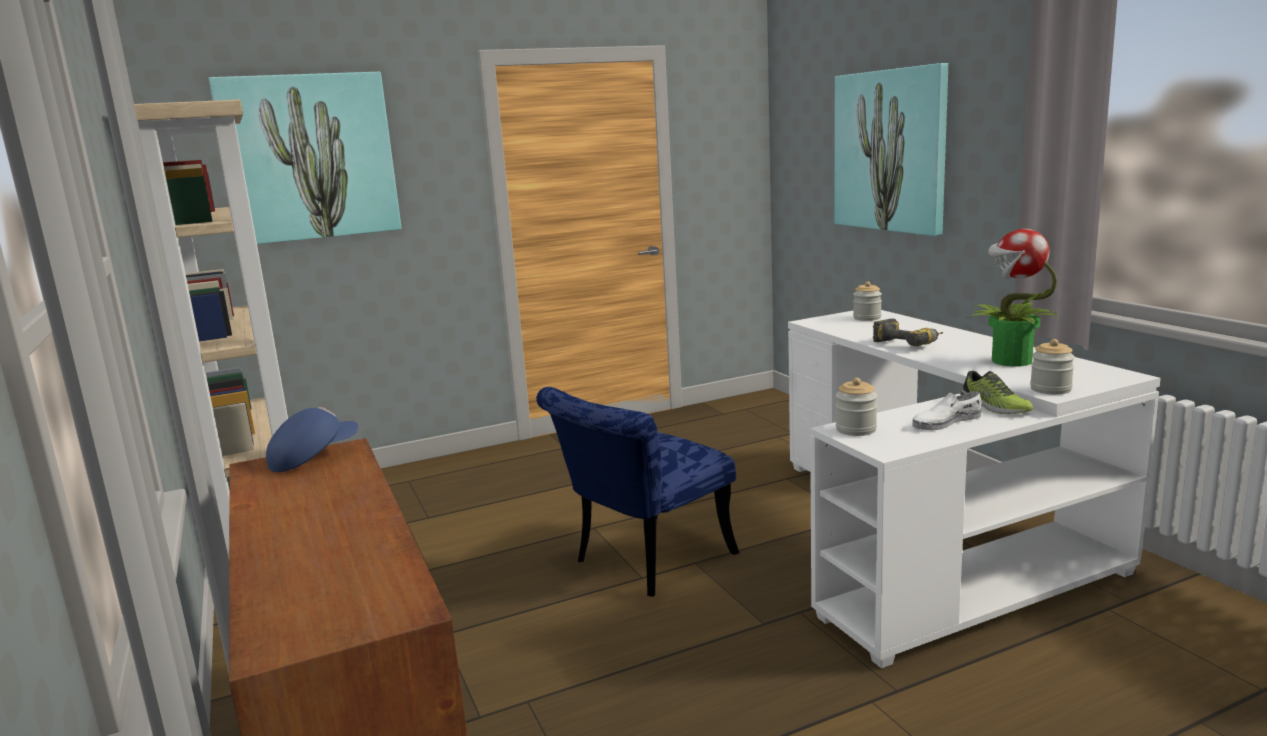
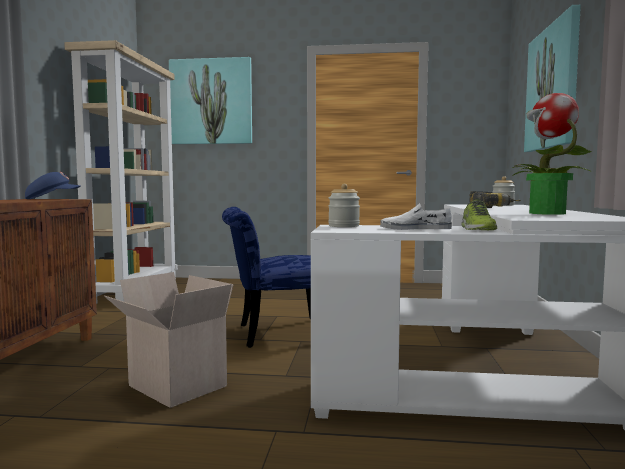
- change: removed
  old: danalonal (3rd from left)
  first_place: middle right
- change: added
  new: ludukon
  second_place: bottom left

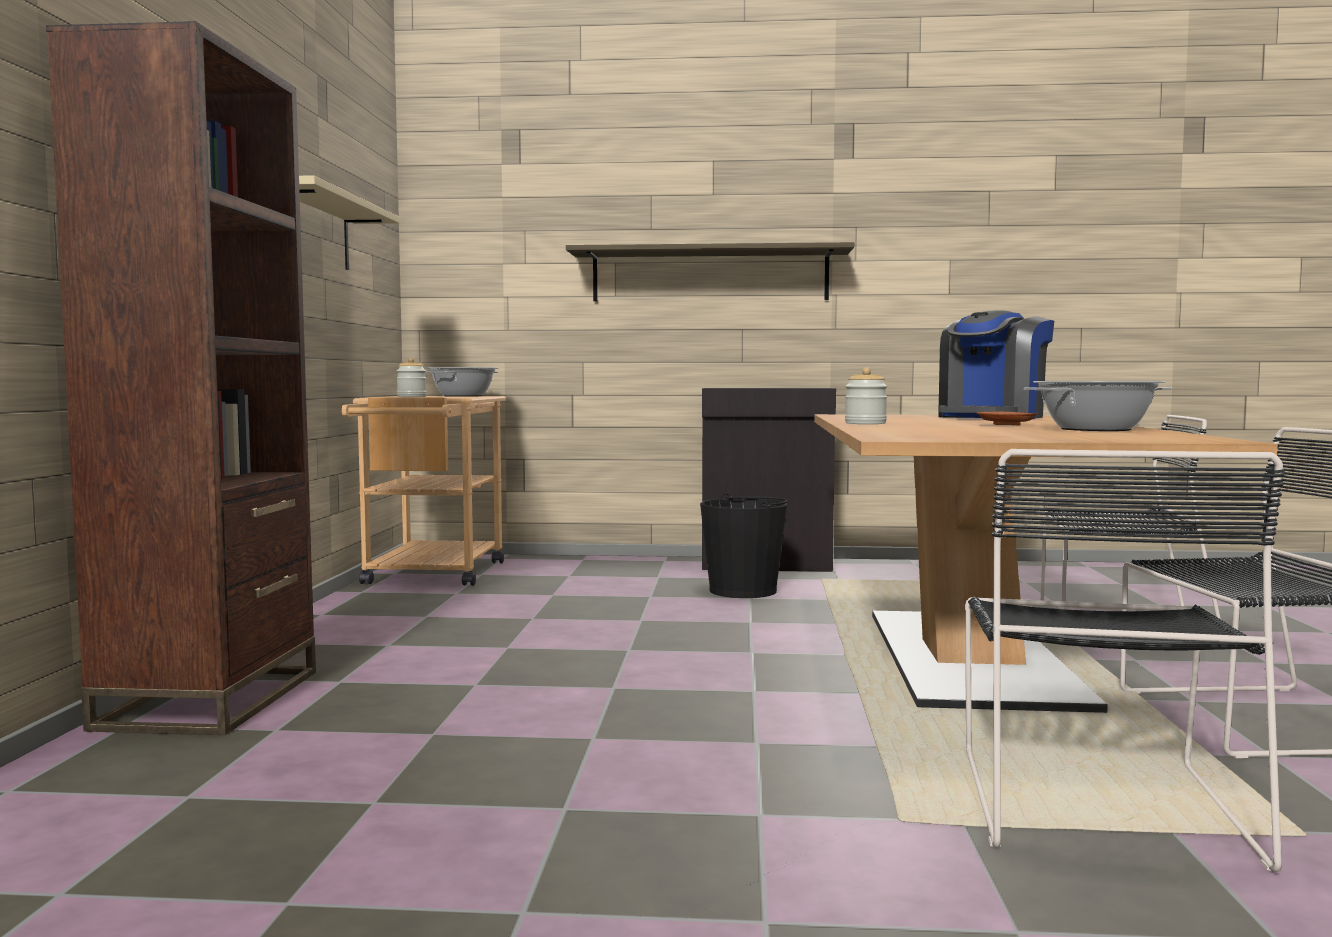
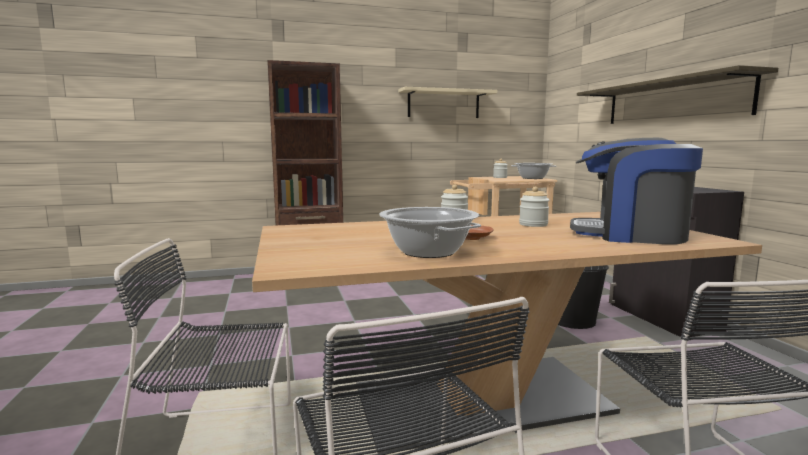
- change: added
  new: danalonal (3rd from left)
  second_place: centre

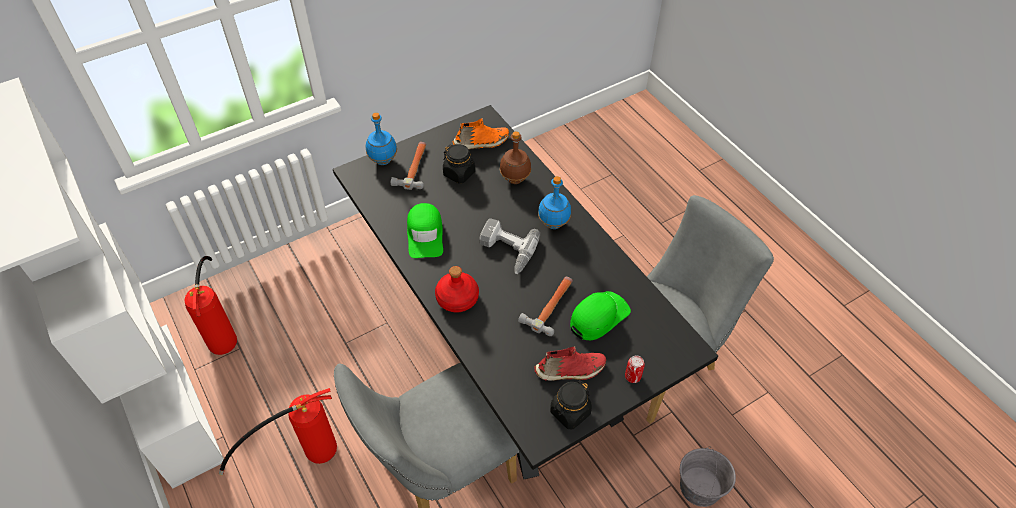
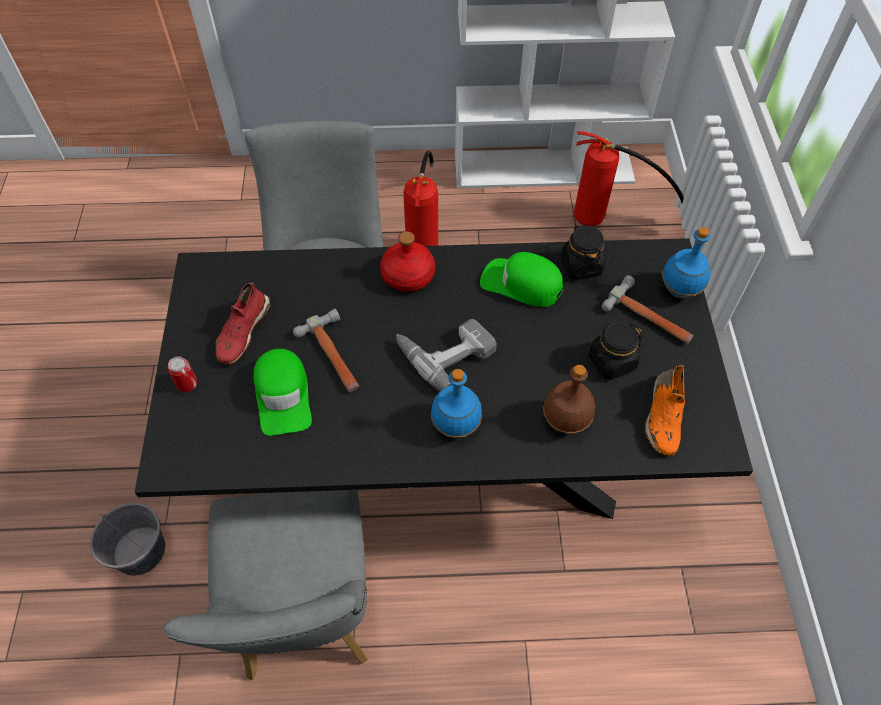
- change: moved
  old: black_danalonal (2nd from left in the first image)
  new: black_danalonal (1st from left)
  first_place: bottom centre
  second_place: centre

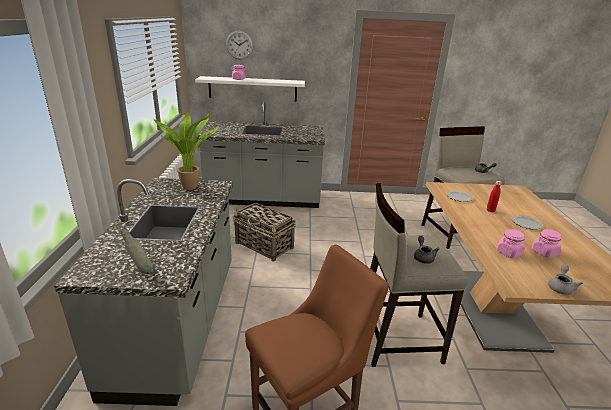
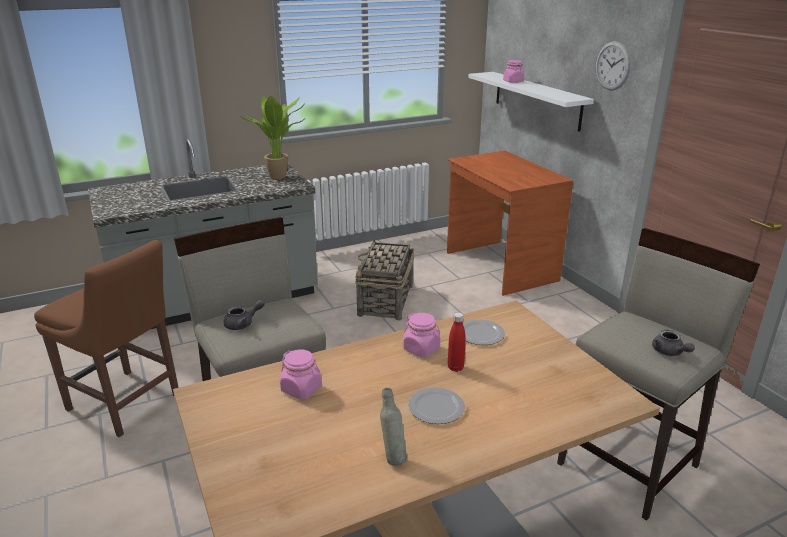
- change: moved
  old: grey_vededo
  first_place: middle left
  second_place: bottom centre
- change: replaced
  old: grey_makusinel (2nd from left)
  new: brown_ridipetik
  first_place: centre
  second_place: centre
- change: moved
  old: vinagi
  first_place: top centre
  second_place: top right
- change: moved
  old: pink_danalonal (3rd from left in the first image)
  new: pink_danalonal (2nd from left)
  first_place: middle right
  second_place: centre
- change: removed
  old: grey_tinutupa (3rd from left)
  first_place: bottom right

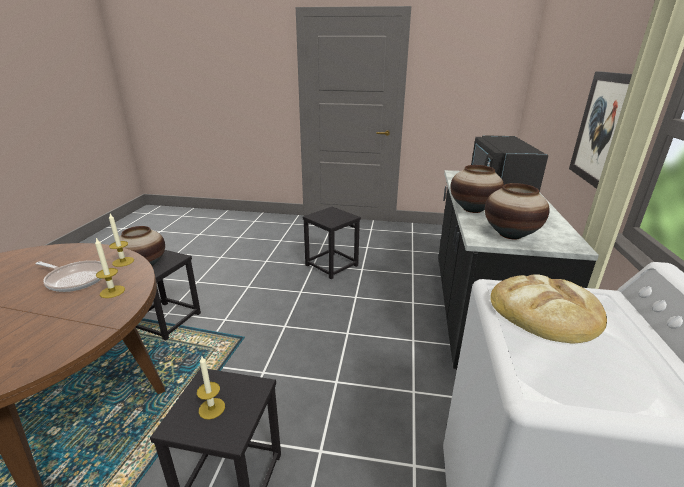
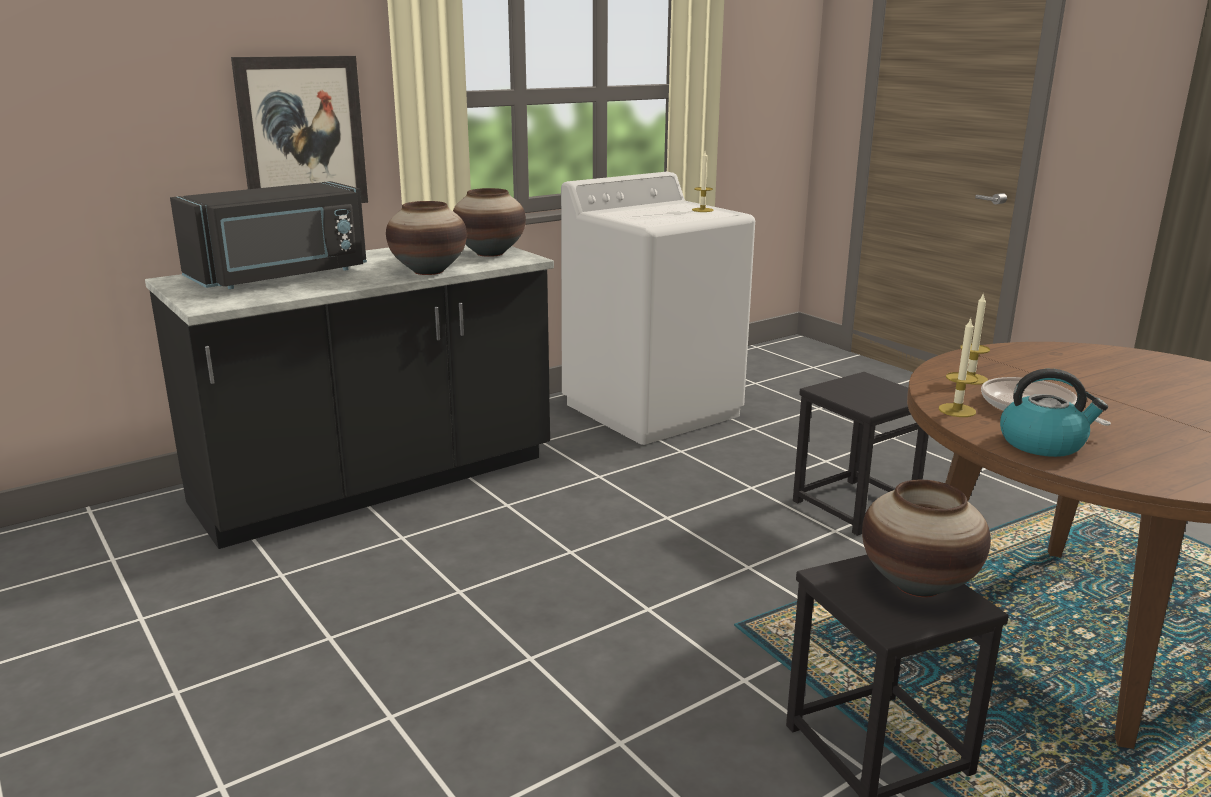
- change: moved
  old: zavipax (3rd from left in the first image)
  new: zavipax (1st from left)
  first_place: bottom left
  second_place: top centre
- change: removed
  old: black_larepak (3rd from left)
  first_place: centre
- change: removed
  old: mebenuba
  first_place: middle right
- change: added
  new: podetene
  second_place: middle right

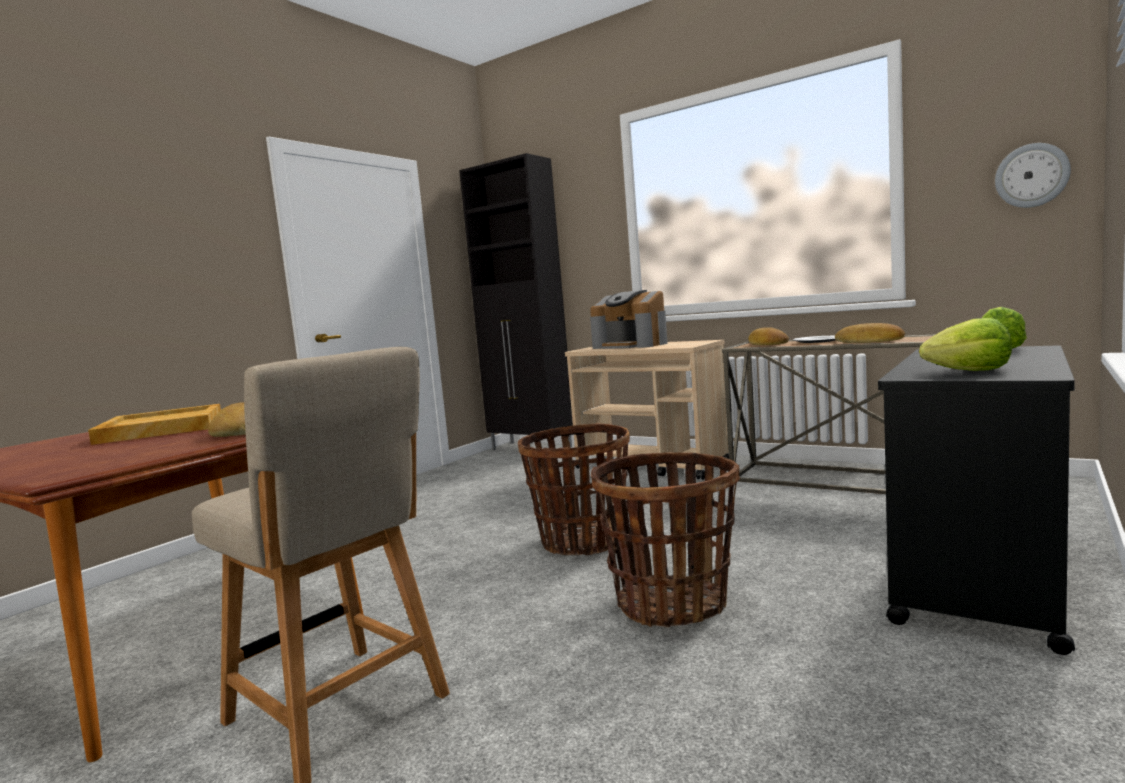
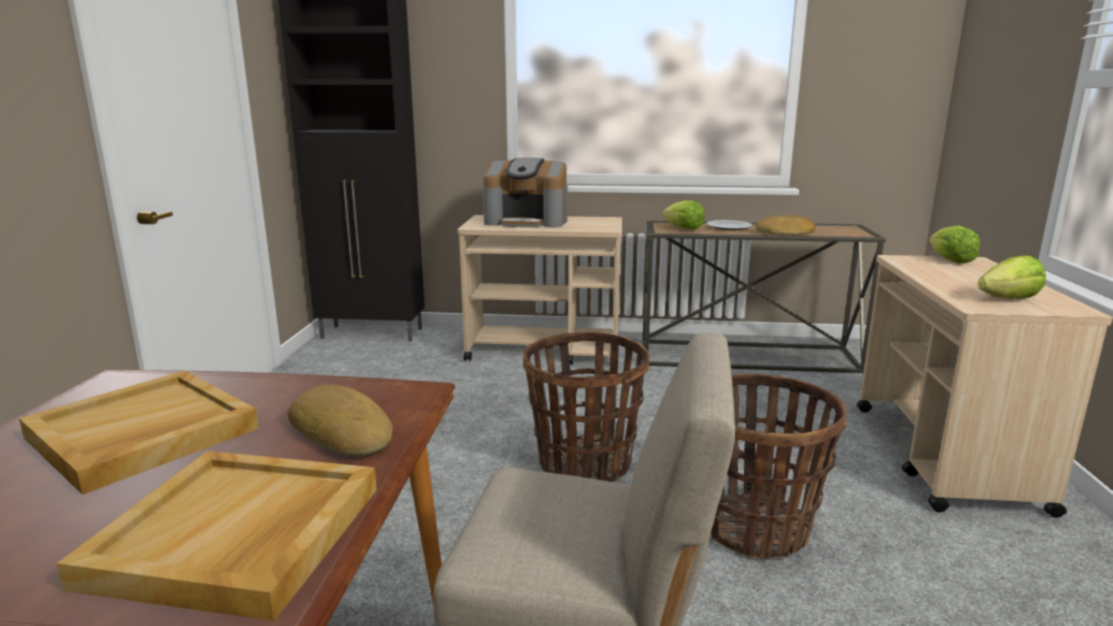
- change: replaced
  old: mebenuba (2nd from left)
  new: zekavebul (1st from left)
  first_place: middle right
  second_place: centre
- change: recoloured
  old: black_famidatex
  new: beige_famidatex (2nd from left)
  first_place: middle right
  second_place: middle right
- change: removed
  old: vinagi
  first_place: top right
- change: added
  new: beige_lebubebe (2nd from left)
  second_place: bottom left

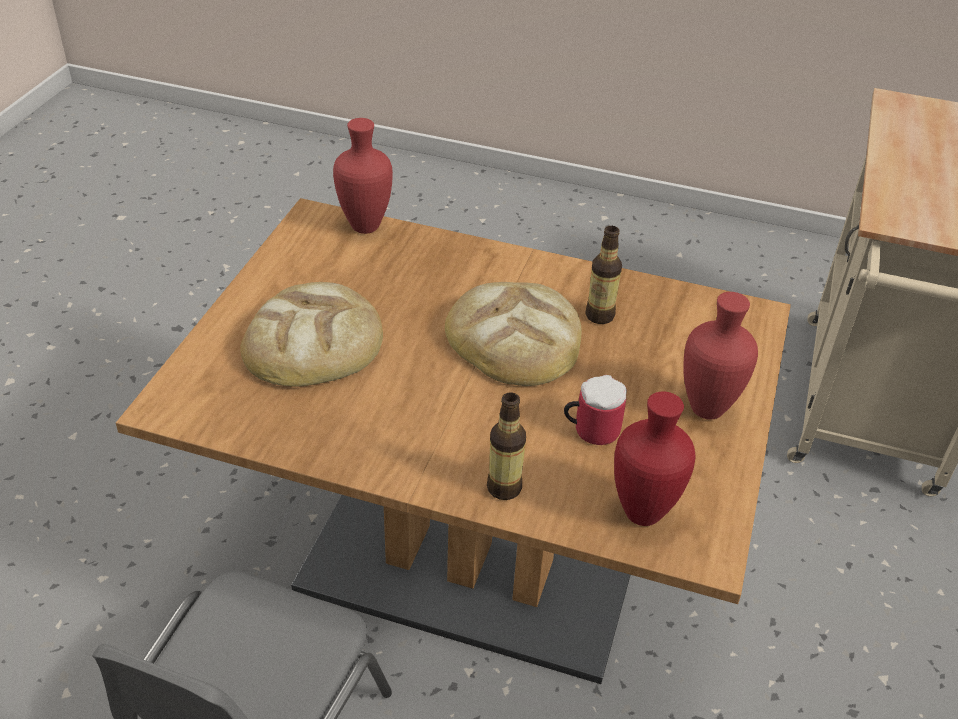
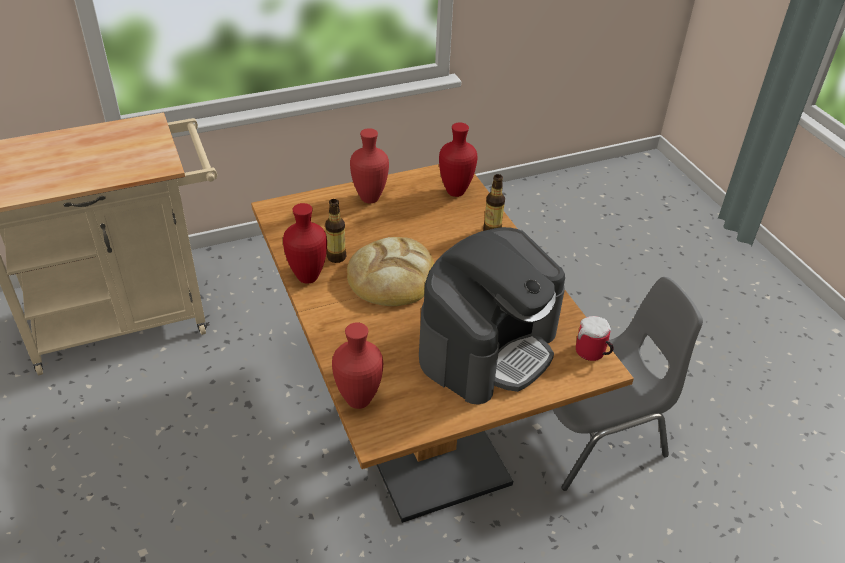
- change: replaced
  old: mebenuba (1st from left)
  new: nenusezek
  first_place: middle left
  second_place: centre
- change: moved
  old: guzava
  first_place: centre
  second_place: middle right
- change: added
  new: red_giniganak (1st from left)
  second_place: centre

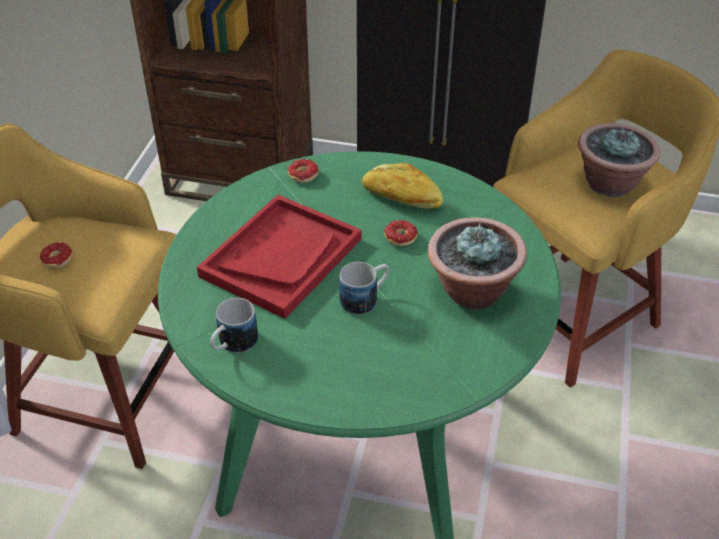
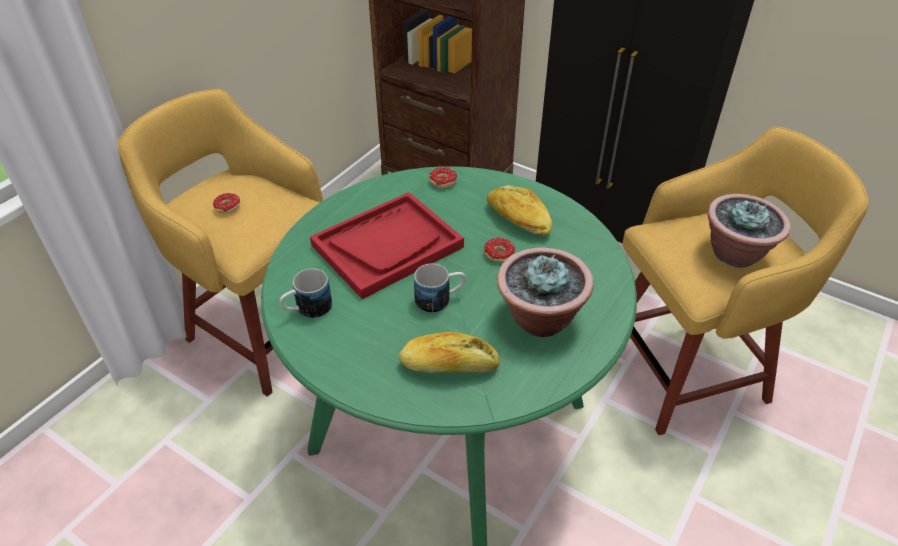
- change: added
  new: mebenuba (1st from left)
  second_place: centre

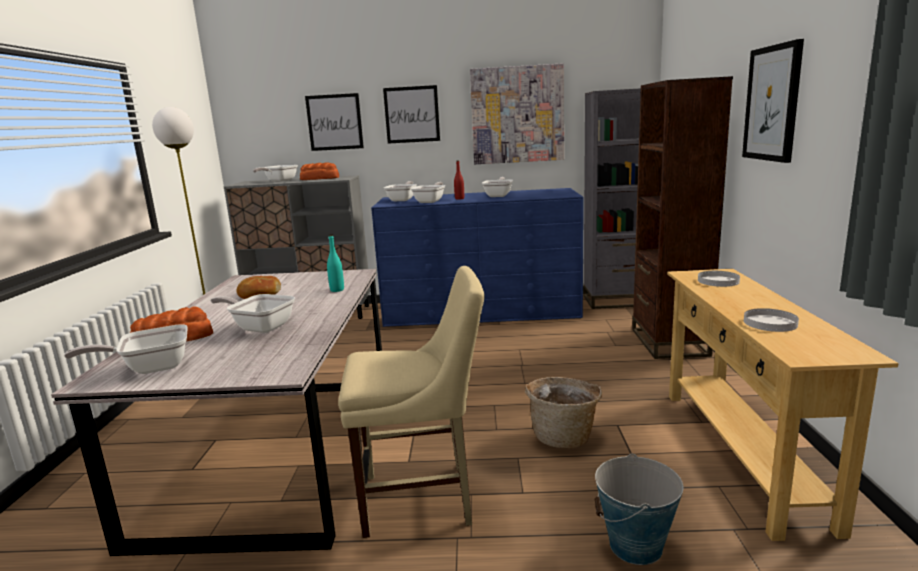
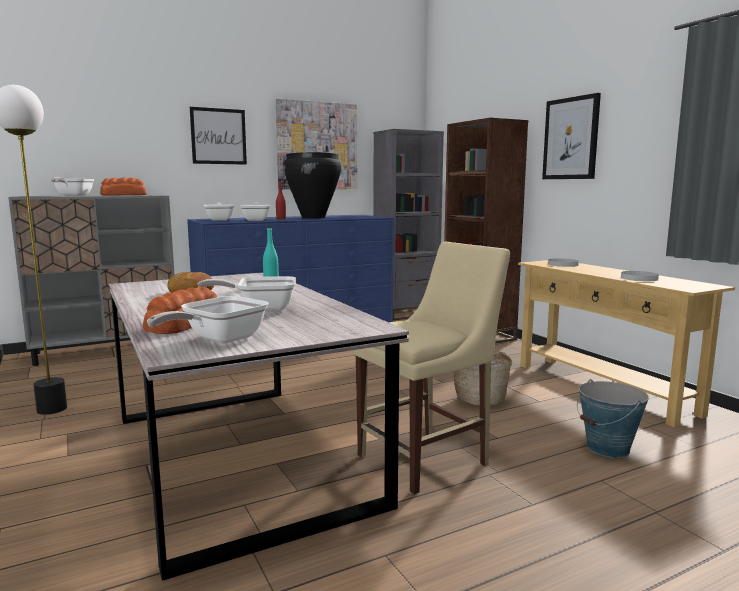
- change: removed
  old: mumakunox (1st from left)
  first_place: top centre
- change: replaced
  old: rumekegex (6th from left)
  new: black_giniganak
  first_place: top centre
  second_place: top centre

